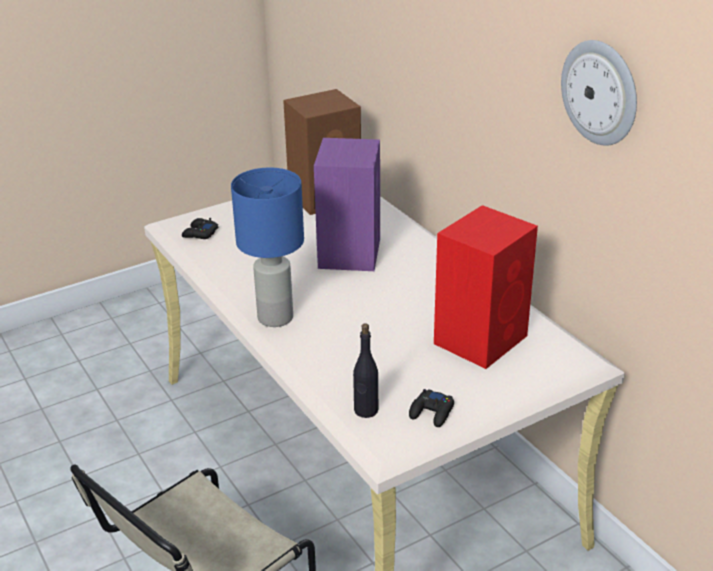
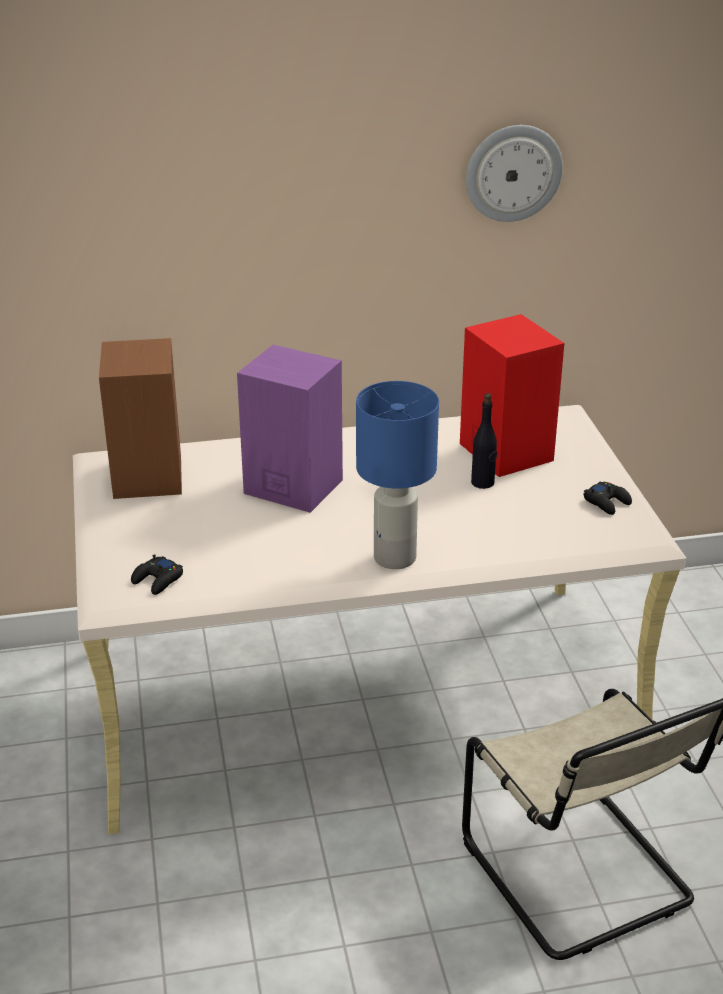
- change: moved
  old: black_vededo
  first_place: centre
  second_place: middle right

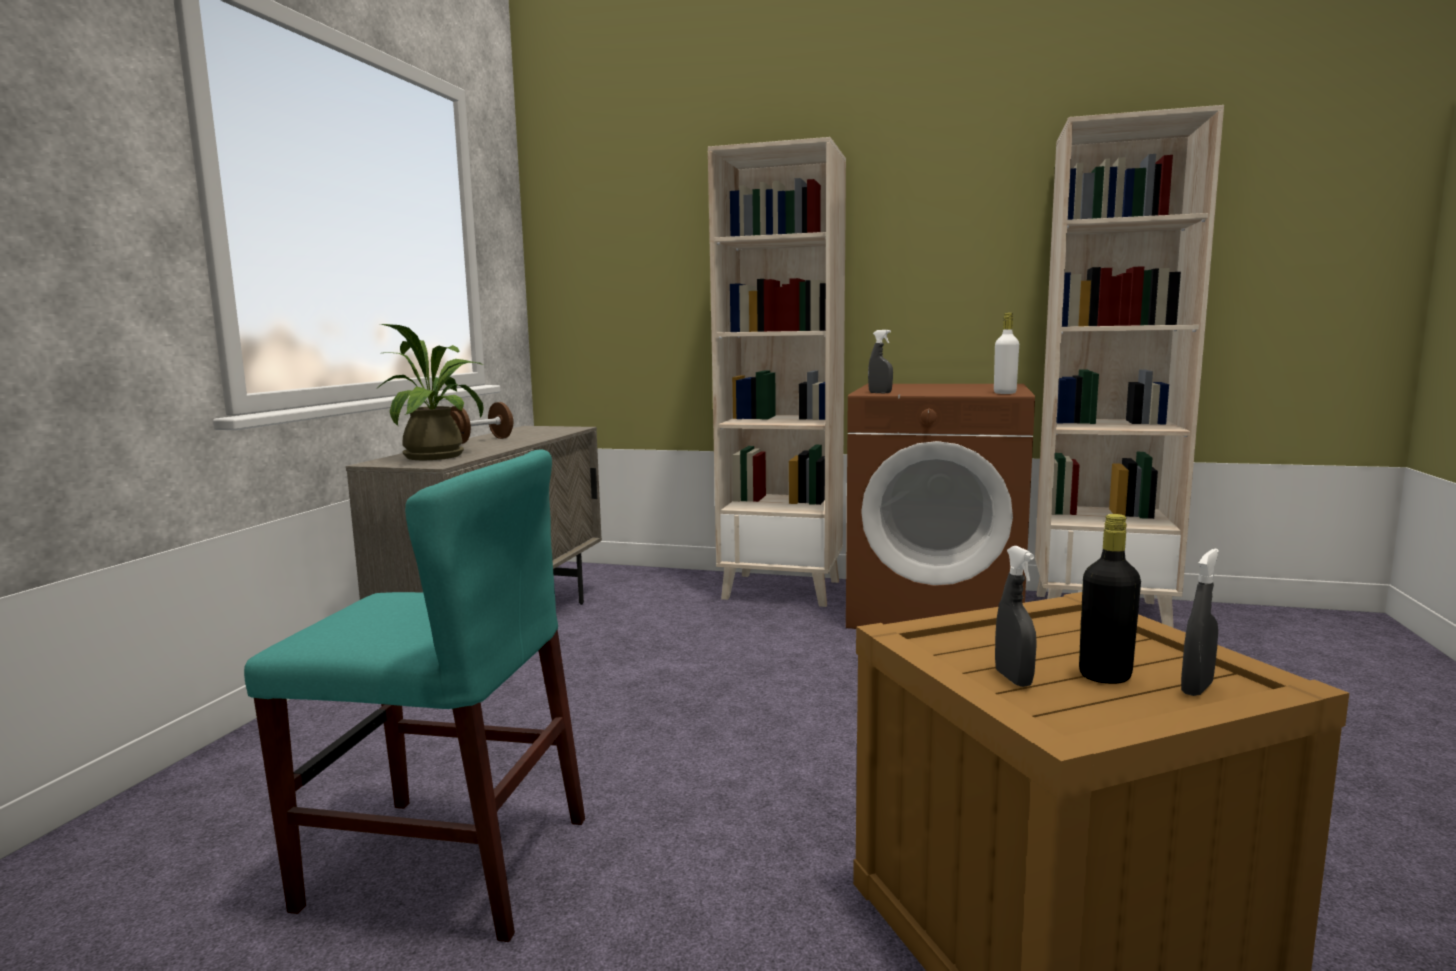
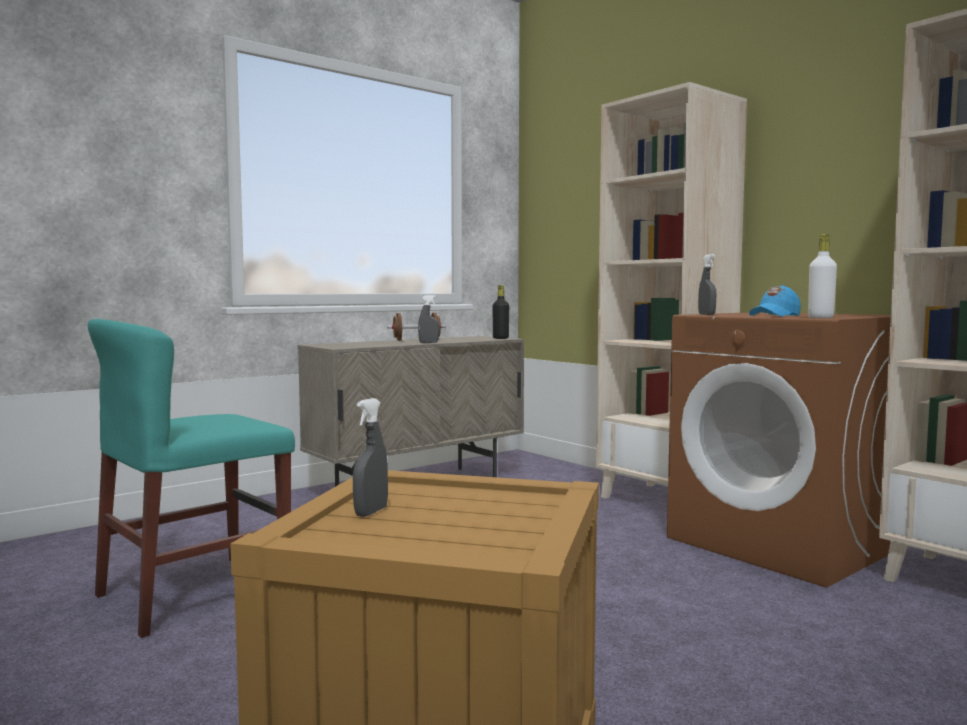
- change: turned
  old: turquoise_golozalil
  first_place: bottom left
  second_place: middle left
  degrees: 90
- change: removed
  old: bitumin
  first_place: middle left
- change: moved
  old: black_vededo
  first_place: middle right
  second_place: centre
- change: moved
  old: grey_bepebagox (3rd from left in the first image)
  new: grey_bepebagox (2nd from left)
  first_place: middle right
  second_place: centre
- change: added
  new: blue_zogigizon
  second_place: middle right

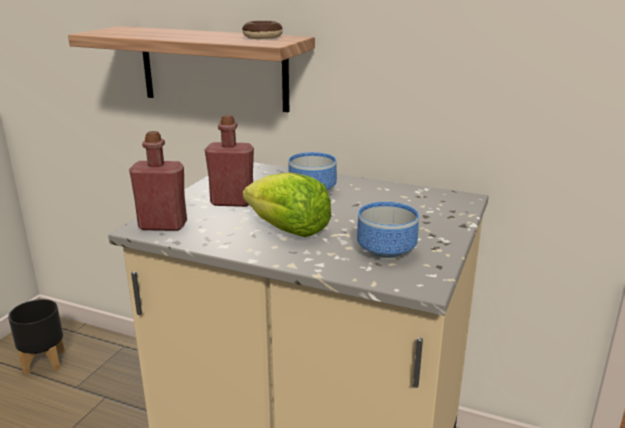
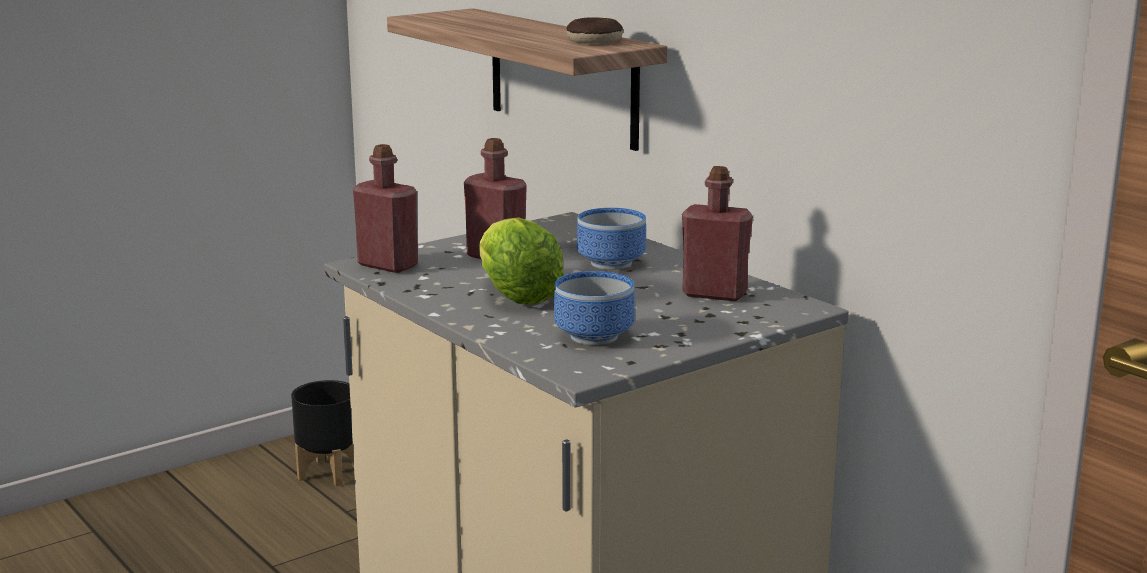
- change: added
  new: red_vededo (3rd from left)
  second_place: centre

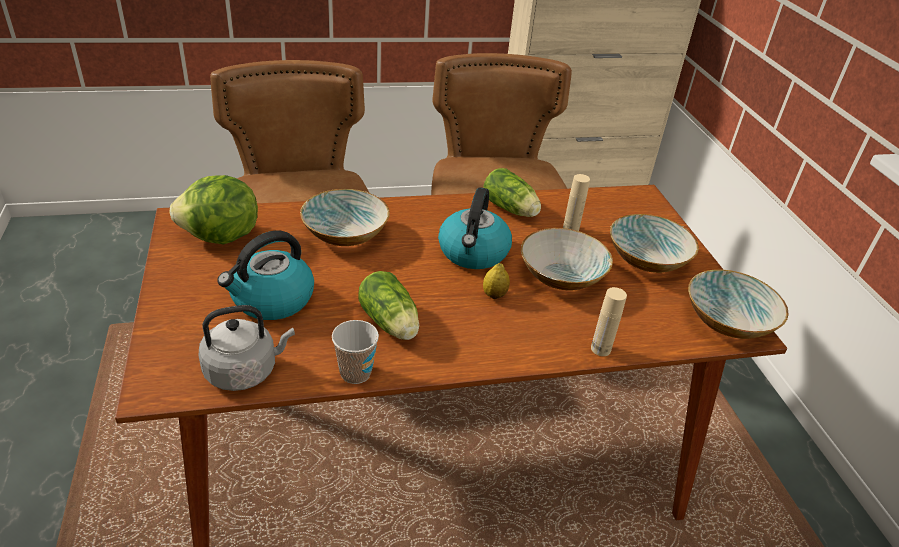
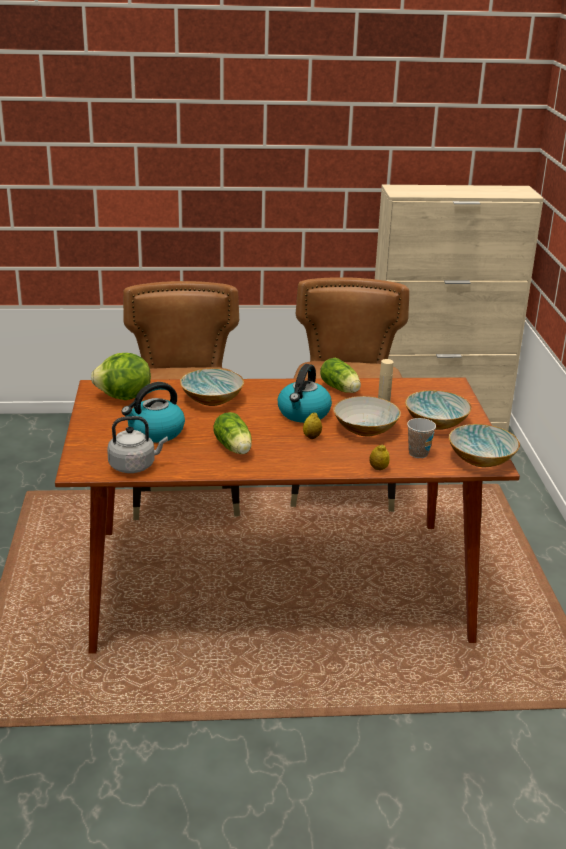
- change: moved
  old: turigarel
  first_place: centre
  second_place: middle right
- change: replaced
  old: beige_vededo (2nd from left)
  new: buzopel (2nd from left)
  first_place: middle right
  second_place: middle right

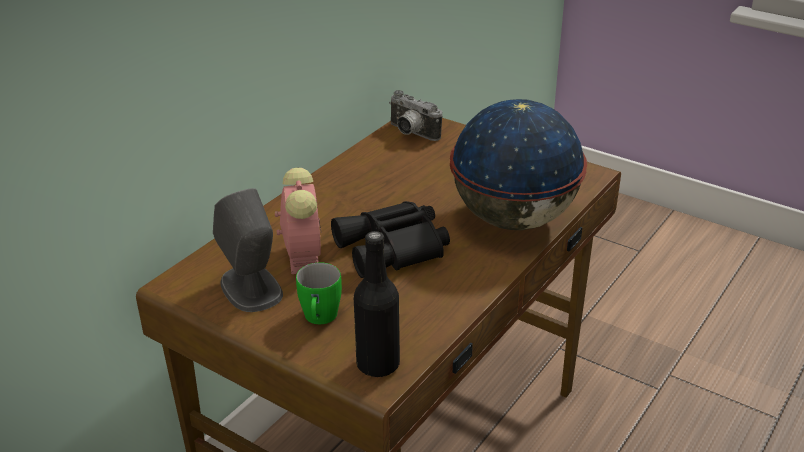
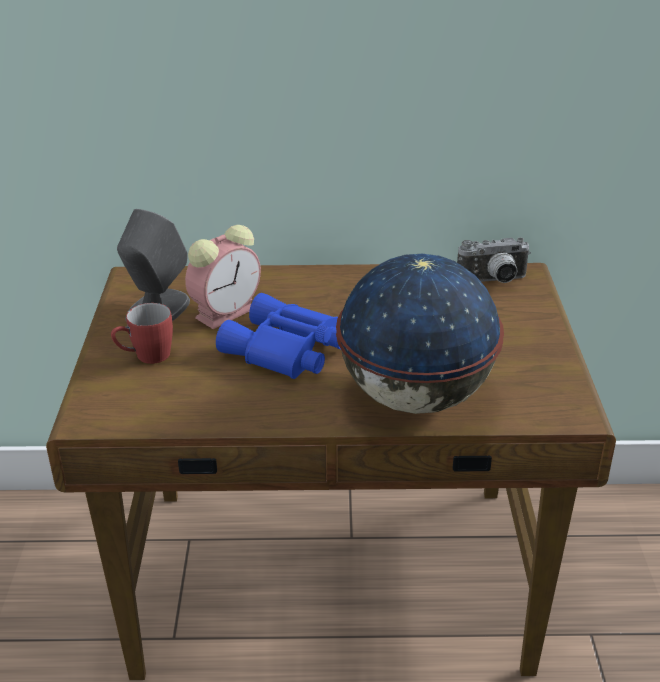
- change: recoloured
  old: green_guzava
  new: red_guzava
  first_place: centre
  second_place: middle left
- change: recoloured
  old: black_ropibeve
  new: blue_ropibeve
  first_place: centre
  second_place: centre
- change: removed
  old: black_vededo
  first_place: bottom centre
- change: turned
  old: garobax
  first_place: top centre
  second_place: middle right
  degrees: -105

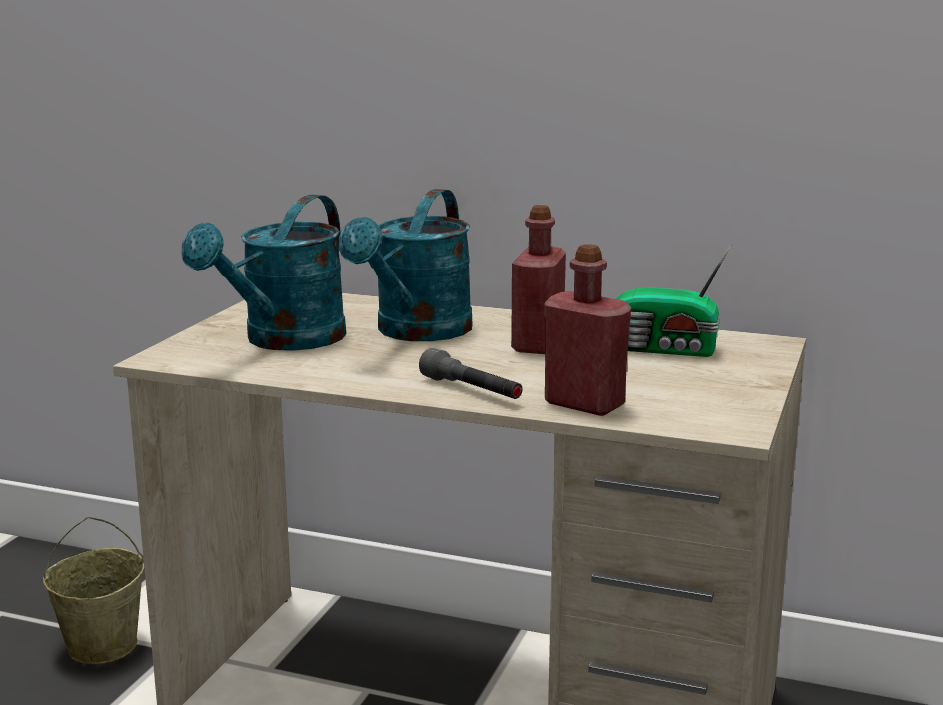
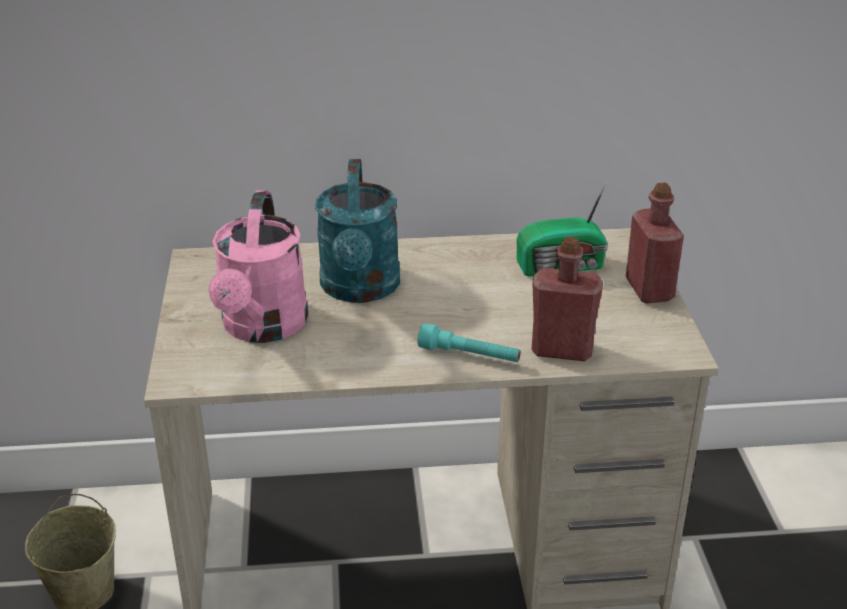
- change: recoloured
  old: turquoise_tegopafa (1st from left)
  new: pink_tegopafa
  first_place: middle left
  second_place: middle left
- change: recoloured
  old: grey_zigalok
  new: turquoise_zigalok
  first_place: centre
  second_place: centre
- change: moved
  old: red_vededo (1st from left in the first image)
  new: red_vededo (2nd from left)
  first_place: centre
  second_place: middle right

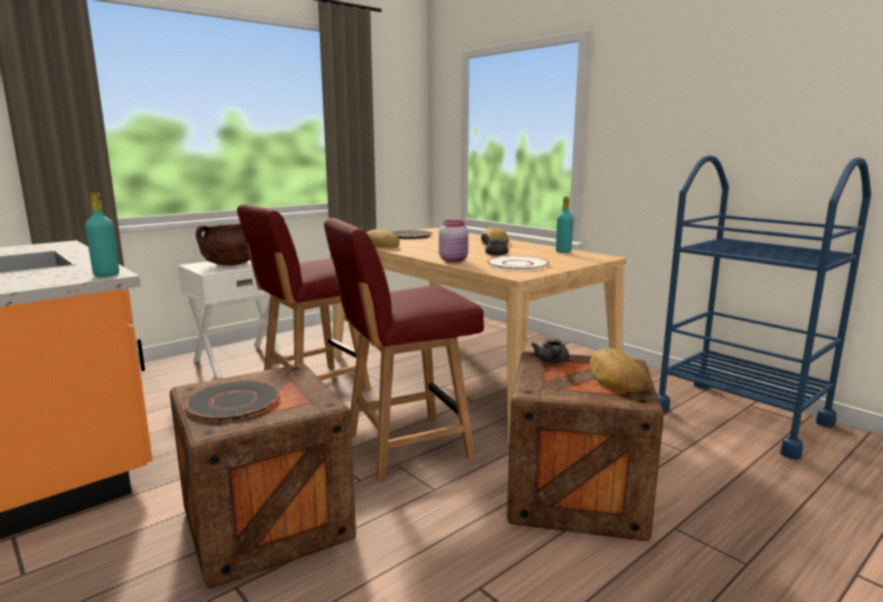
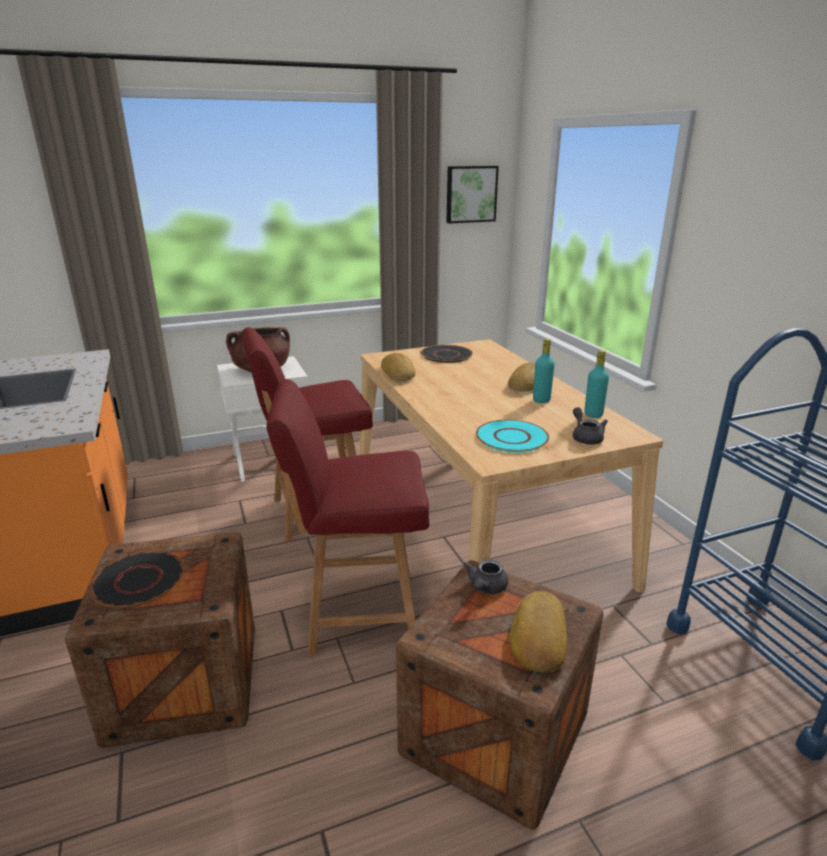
- change: moved
  old: turquoise_vededo (1st from left)
  first_place: middle left
  second_place: centre
- change: removed
  old: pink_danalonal
  first_place: centre
- change: moved
  old: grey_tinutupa (1st from left in the first image)
  new: grey_tinutupa (2nd from left)
  first_place: centre
  second_place: middle right
- change: recoloured
  old: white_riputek
  new: turquoise_riputek
  first_place: centre
  second_place: centre
- change: added
  new: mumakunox
  second_place: top centre

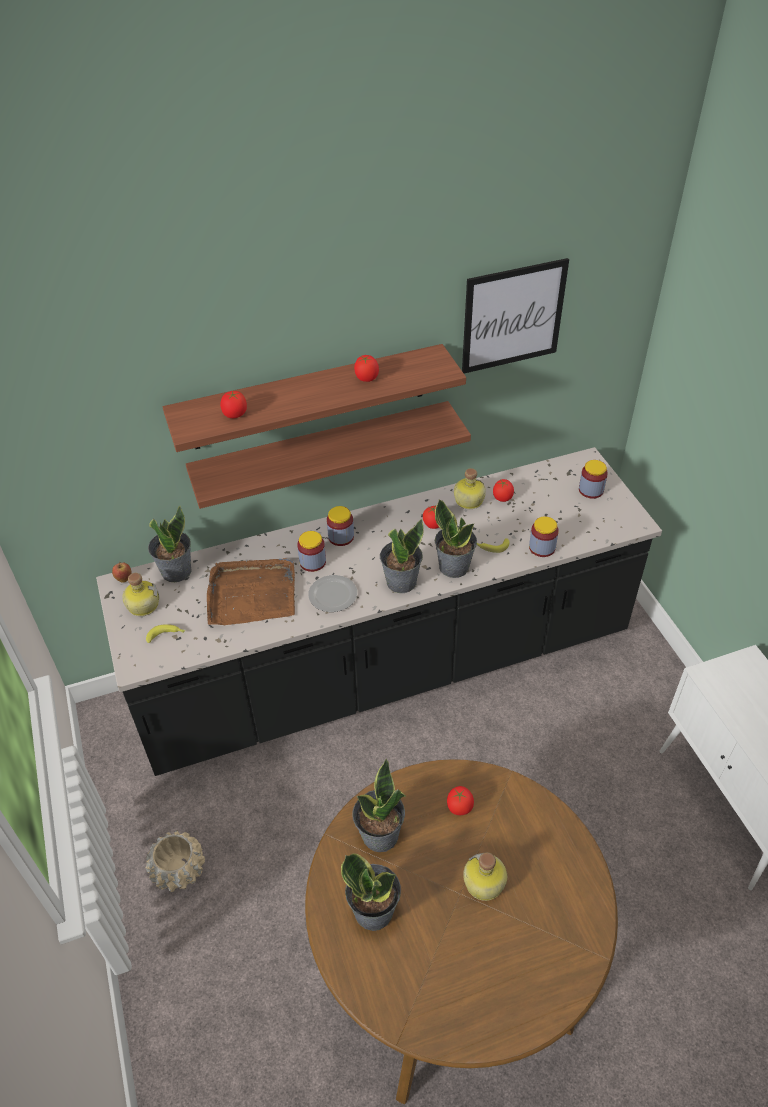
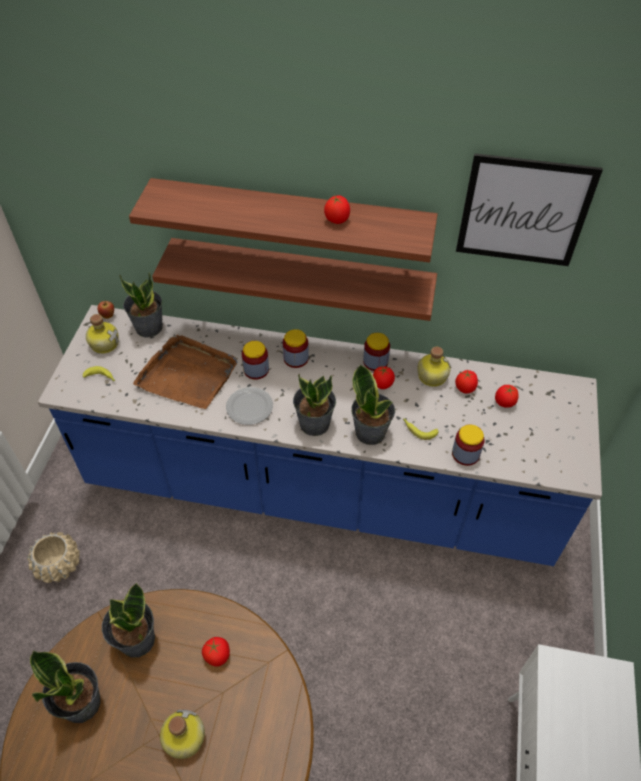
- change: recoloured
  old: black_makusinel
  new: blue_makusinel
  first_place: centre
  second_place: centre
- change: moved
  old: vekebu (1st from left in the first image)
  new: vekebu (5th from left)
  first_place: middle left
  second_place: middle right
- change: moved
  old: danalonal (4th from left in the first image)
  new: danalonal (3rd from left)
  first_place: middle right
  second_place: centre

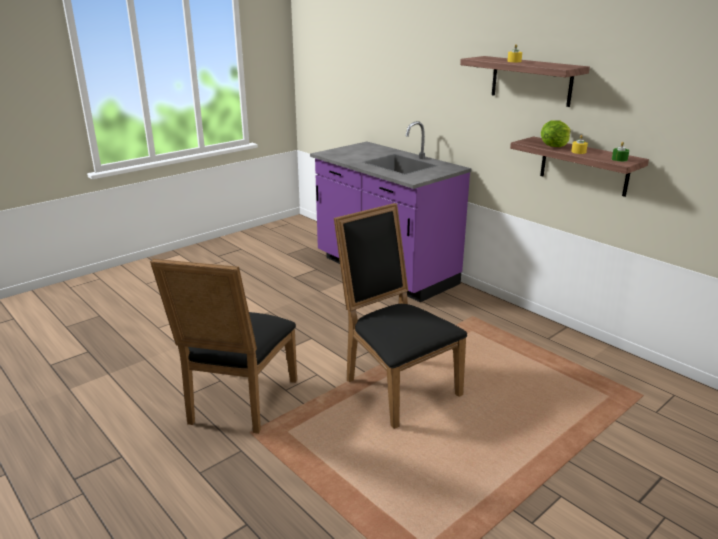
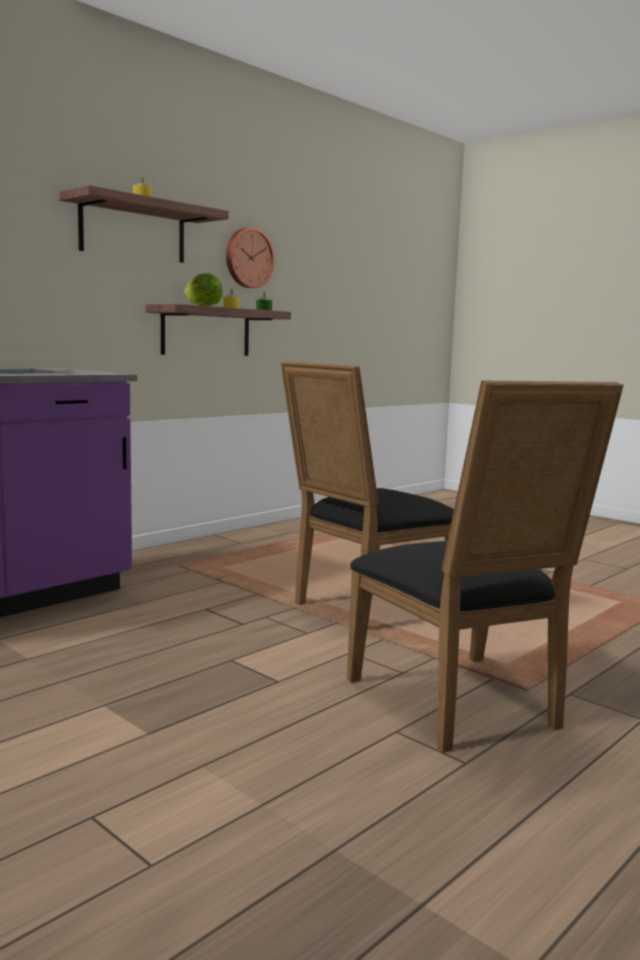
- change: turned
  old: black_golozalil (1st from left in the first image)
  first_place: middle left
  second_place: middle right
  degrees: 60
- change: added
  new: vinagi
  second_place: top centre

